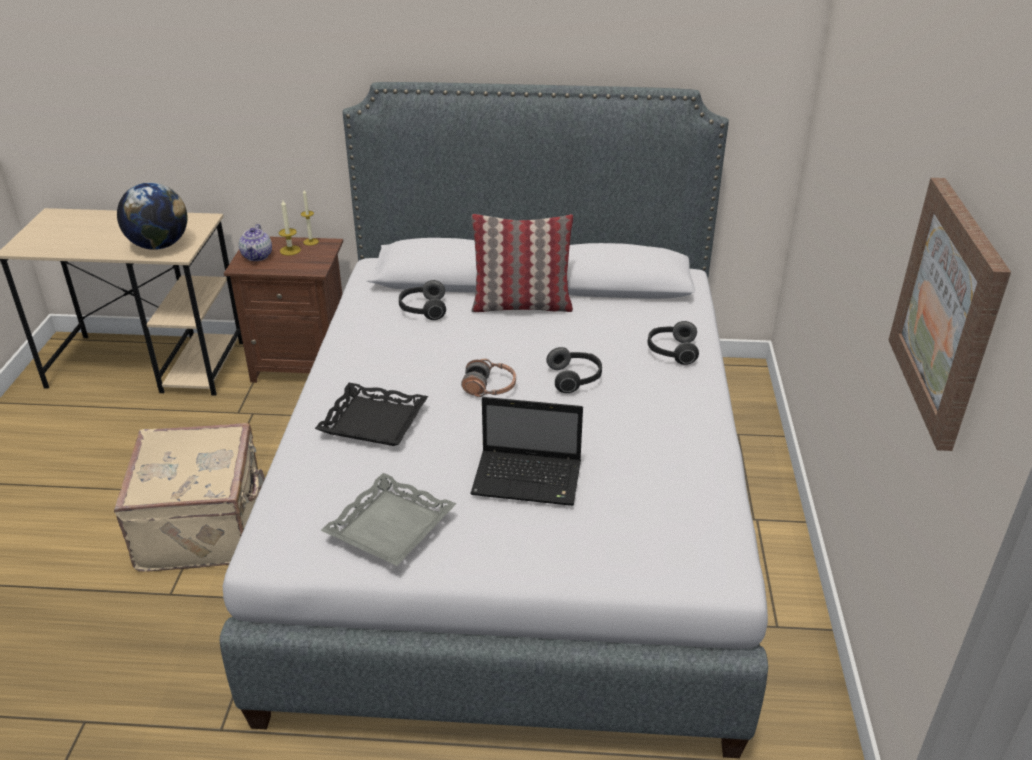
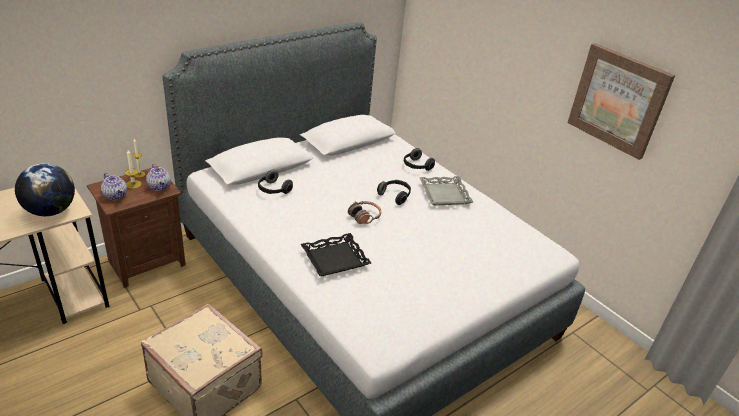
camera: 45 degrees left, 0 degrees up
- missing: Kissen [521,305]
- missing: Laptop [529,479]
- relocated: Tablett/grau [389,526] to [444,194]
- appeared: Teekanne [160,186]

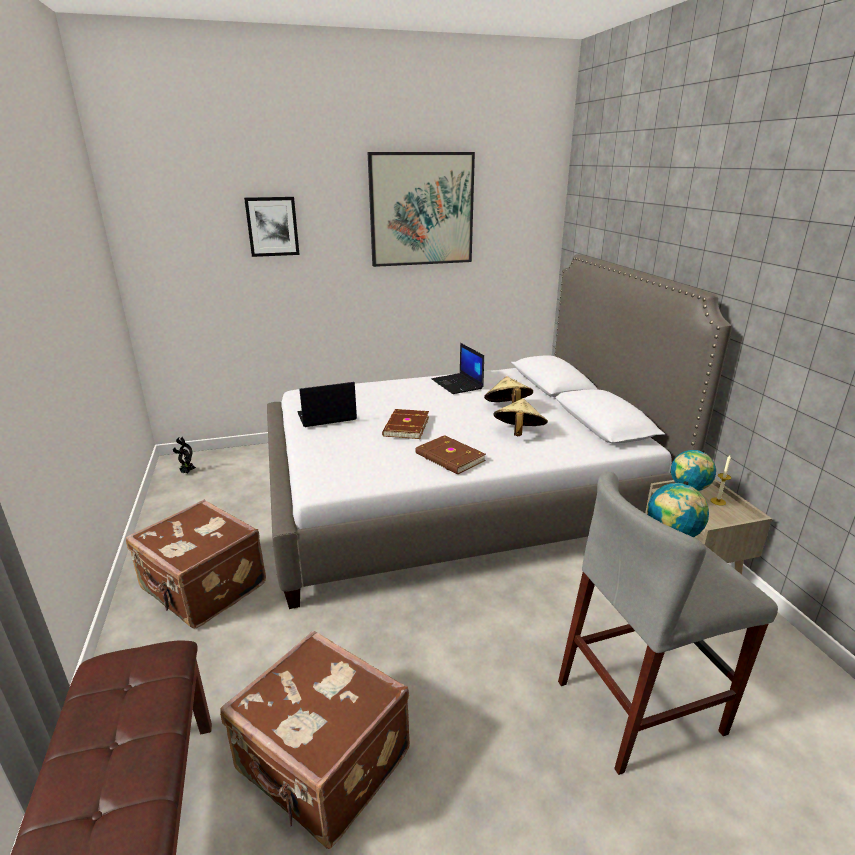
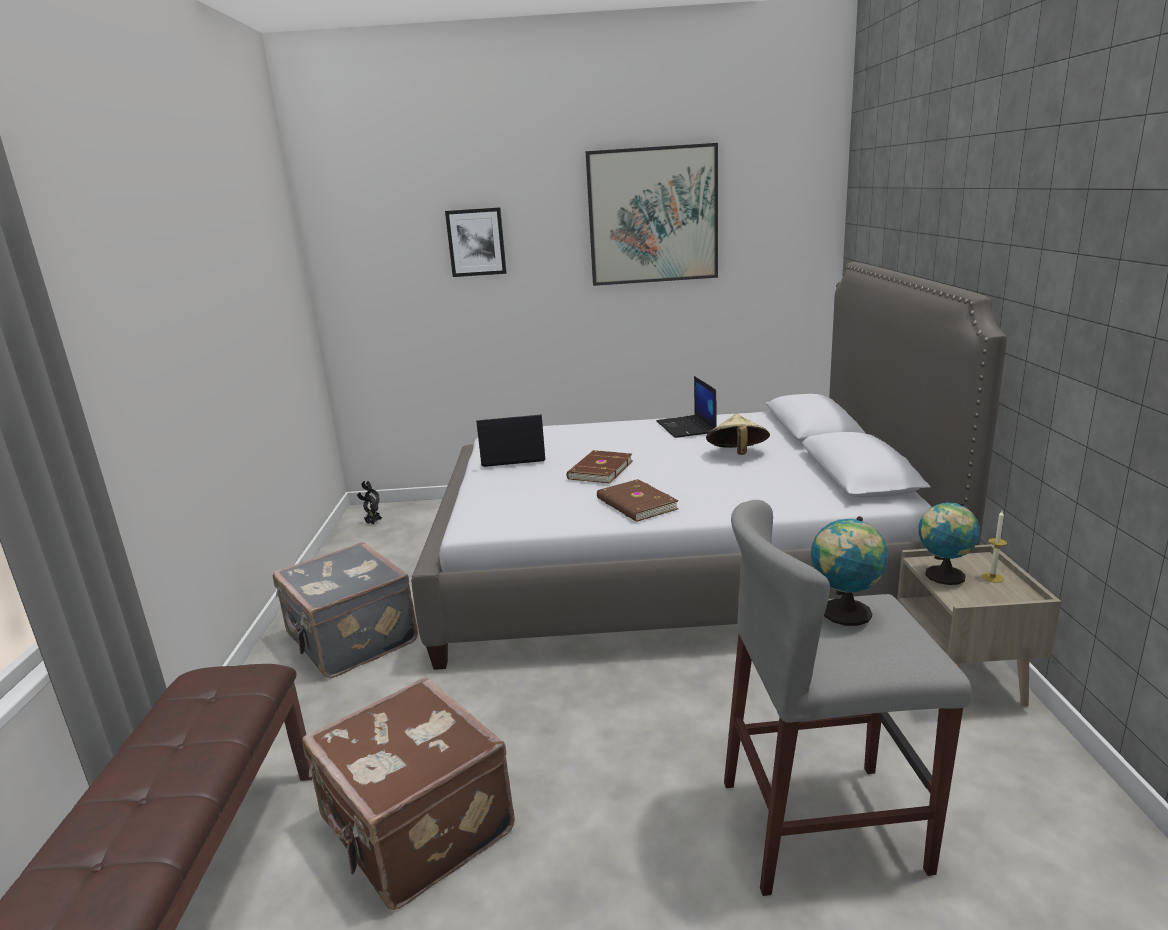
camera: 15 degrees right, 5 degrees down
- missing: Hut/beige [518,433]
- colour: Koffer/braun [203,589] to Koffer/grau [350,640]

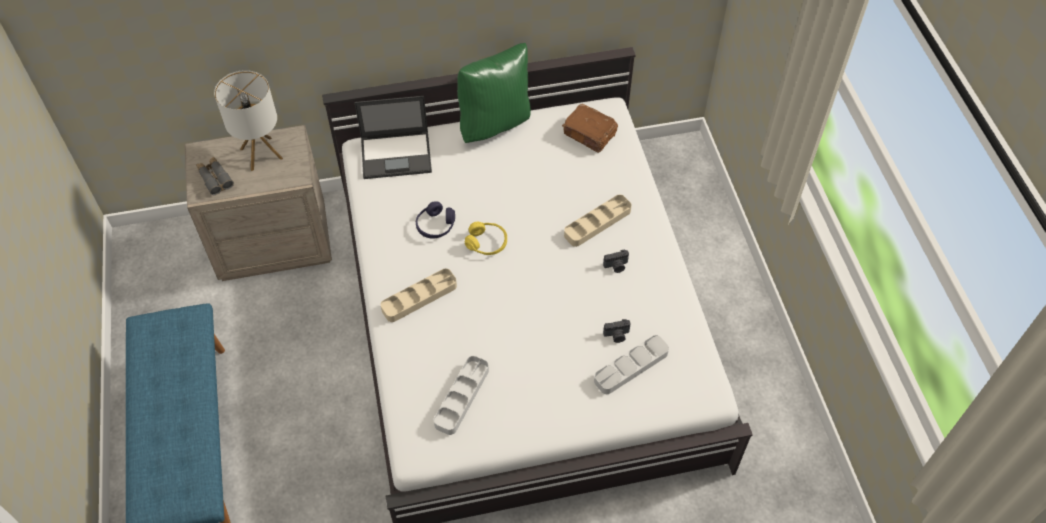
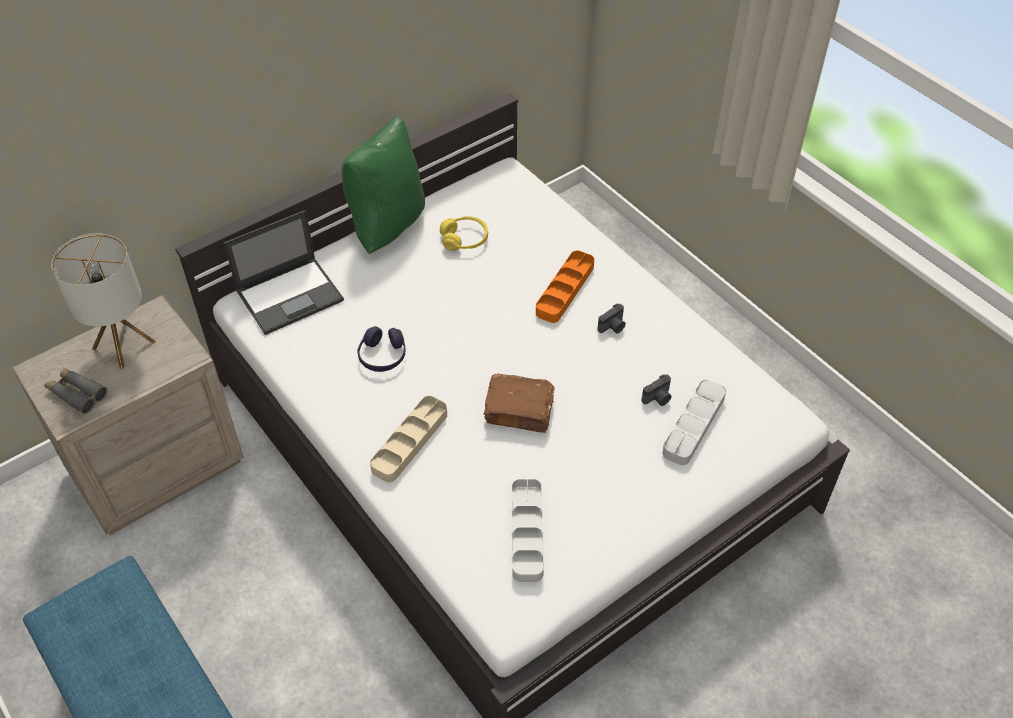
camera: 25 degrees left, 5 degrees down
- relocated: Buch/braun [590,134] to [520,411]
- colour: Tablett/beige [597,223] to Tablett/orange [565,290]
- relocated: Kopfhörer/gelb [486,243] to [464,239]

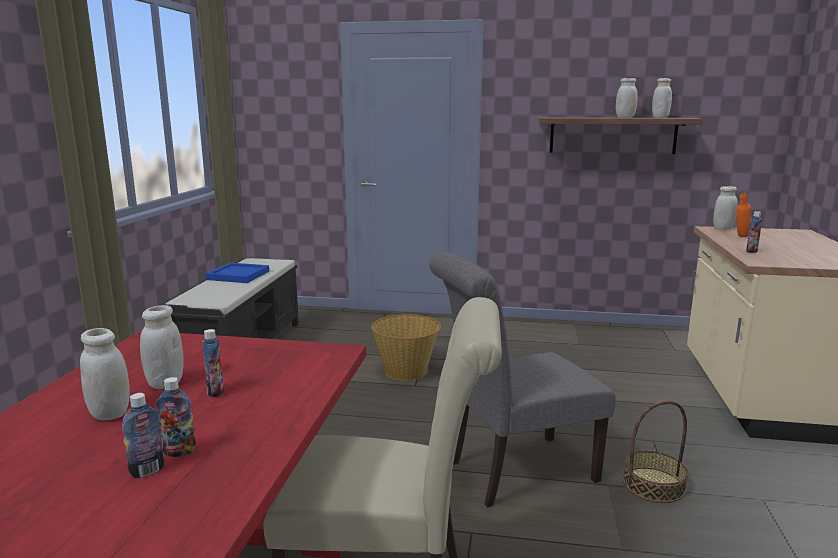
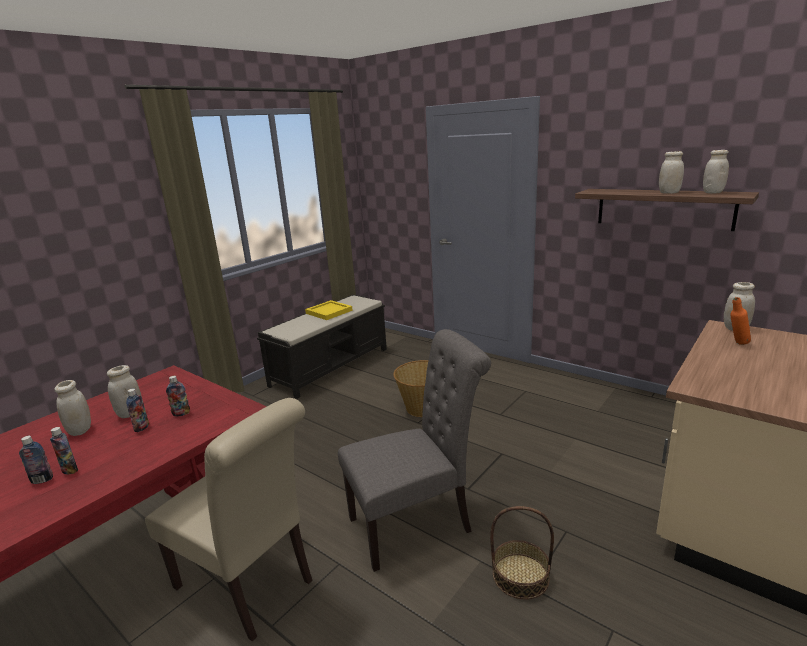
camera: 30 degrees right, 5 degrees up
- relocated: Flasche [751,251] to [181,413]
- spun: Stuhl/grau [513,472] = [417,523] 150 degrees clockwise
- colour: Tablett/blau [238,275] to Tablett/gelb [329,311]

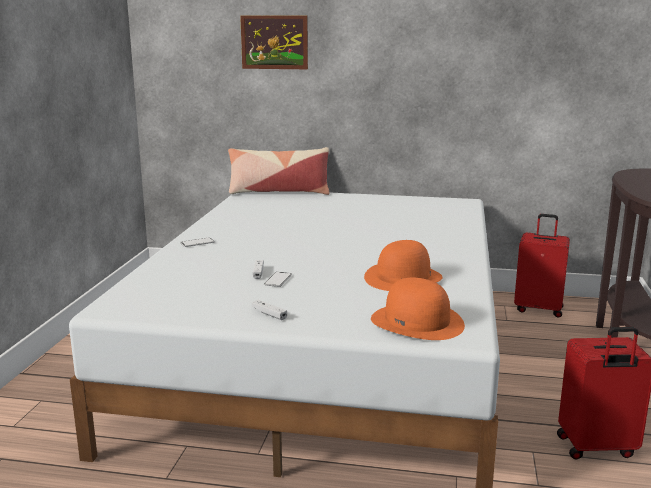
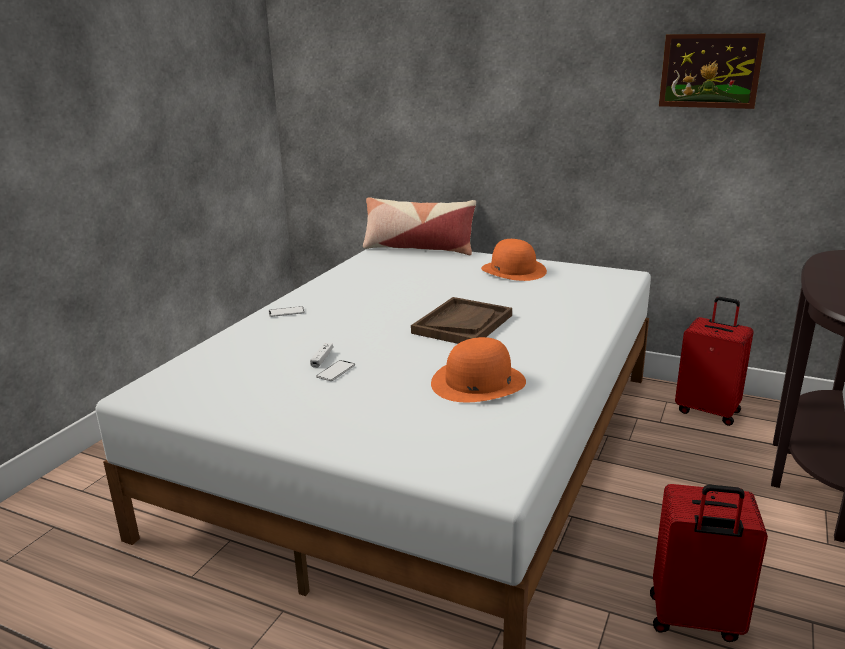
camera: 15 degrees right, 5 degrees up
- relocated: Bild [274,42] to [710,71]
- relocated: Hut/orange [417,322] to [514,270]
- missing: Gamepad/weiß [269,314]
- appeared: Tablett/braun [462,324]

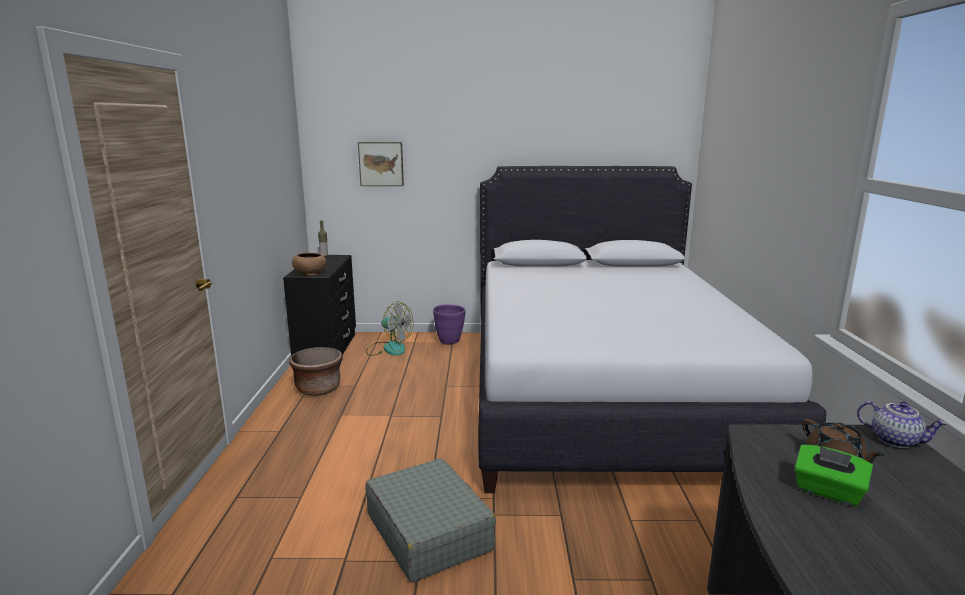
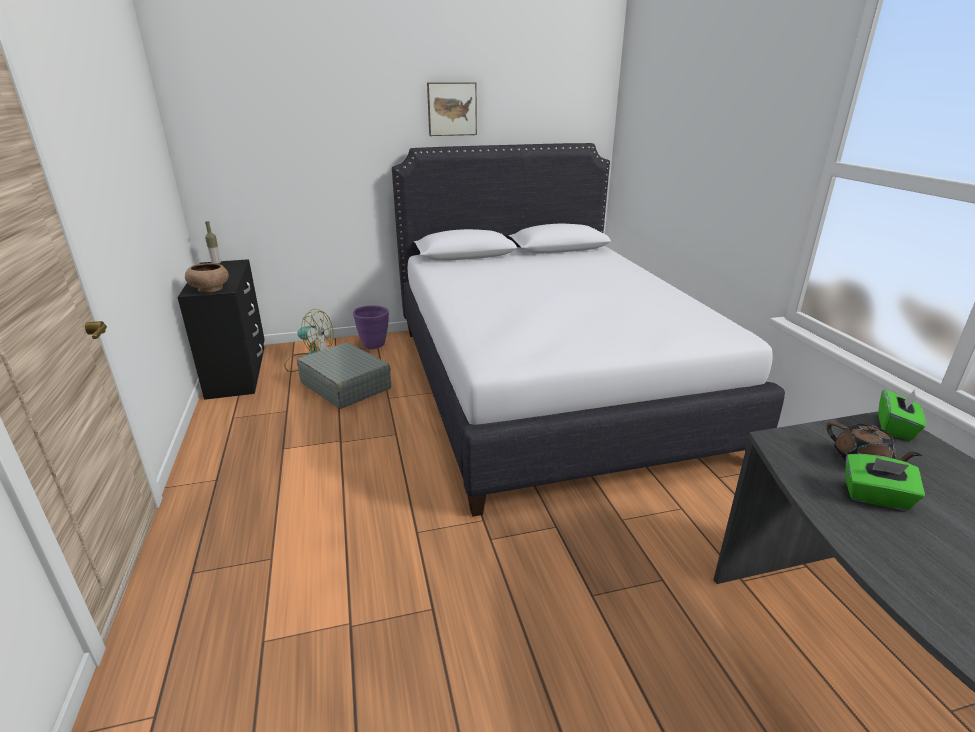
camera: 15 degrees left, 10 degrees up
- relocated: Bild [381,164] to [451,109]
- missing: Pflanzkübel/braun [318,388]
- exchanged: Teekanne [895,440] to Taschentuchbox/grün [895,428]
- relocated: Koffer/grau [428,532] to [345,385]

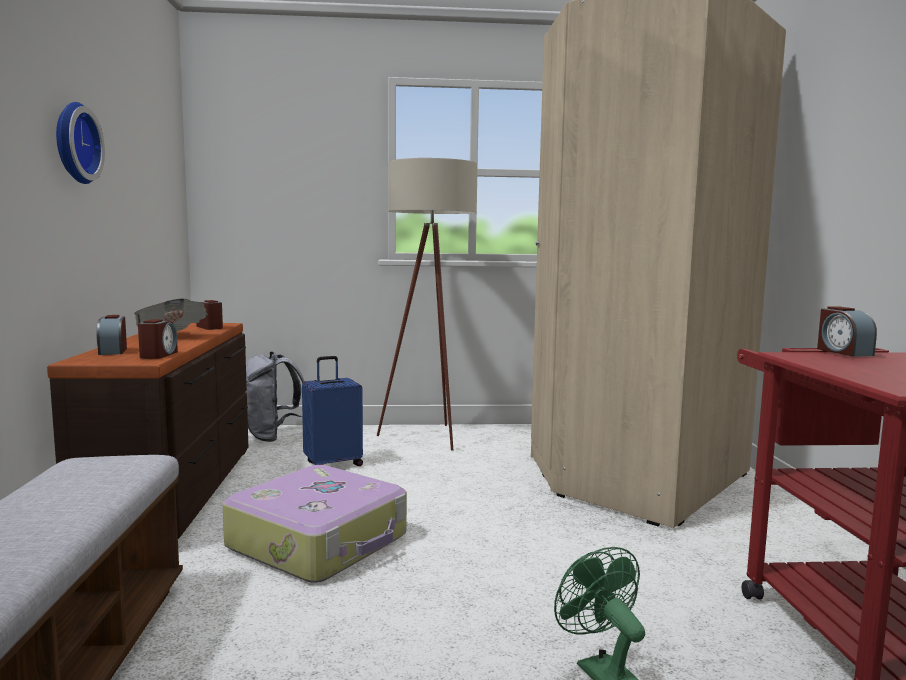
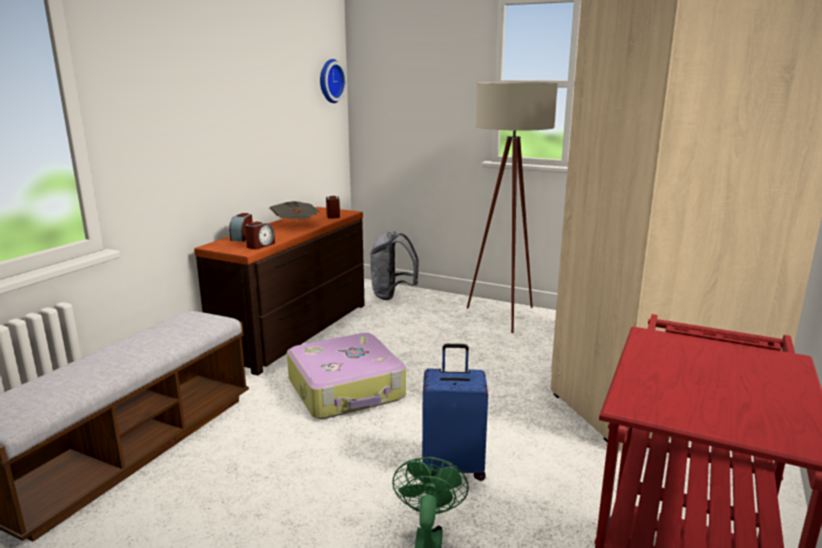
camera: 30 degrees right, 10 degrees up
- relocated: Wanduhr [73,143] to [329,81]
- missing: Wecker [843,352]
- relocated: Koffer/blau [333,464] to [453,467]

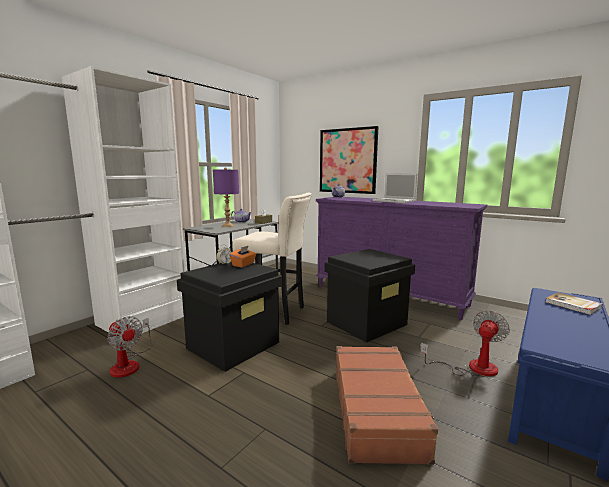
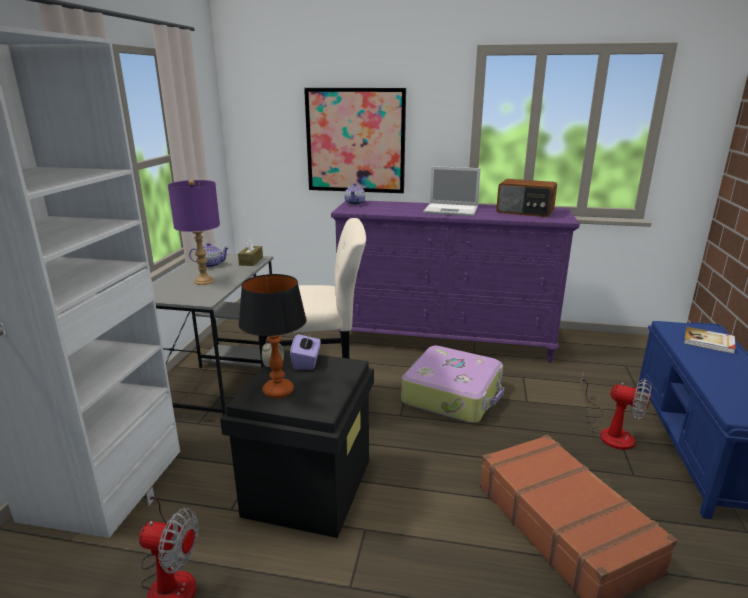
camera: 25 degrees left, 10 degrees up
- colour: Taschentuchbox/orange [243,264] to Taschentuchbox/lila [306,362]
- exchanged: Aufbewahrungsbox/schwarz [366,323] to Koffer [453,394]
- spun: Ventilator [472,368] = [610,432] 105 degrees clockwise
- appeared: Radio [525,212]
- appeared: Tischlampe [278,391]

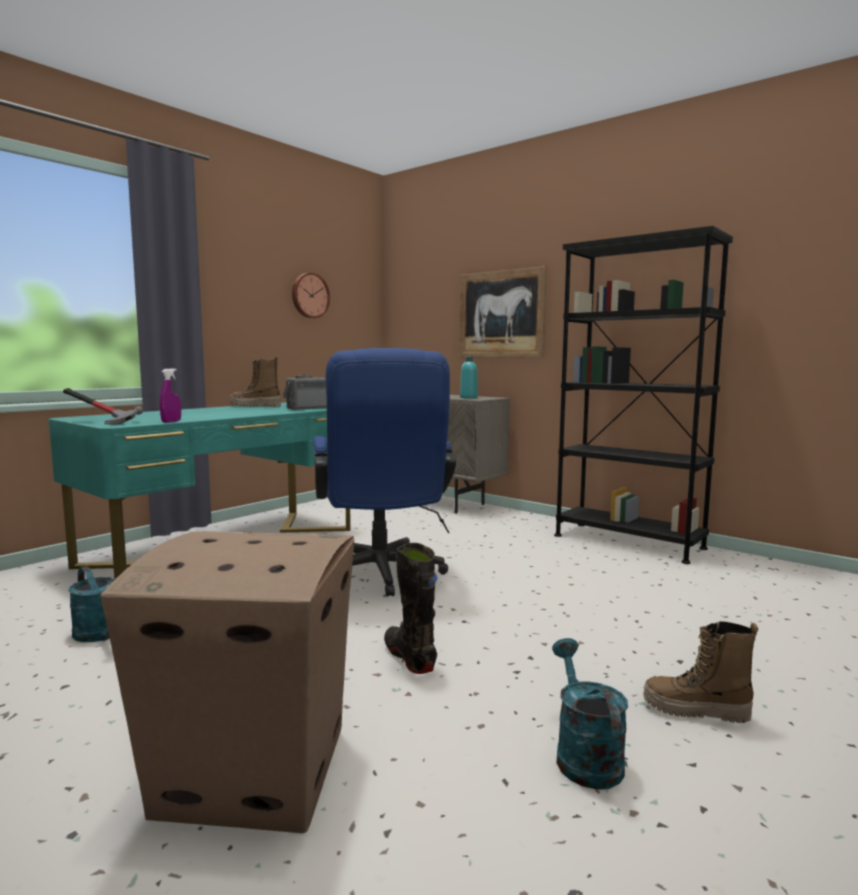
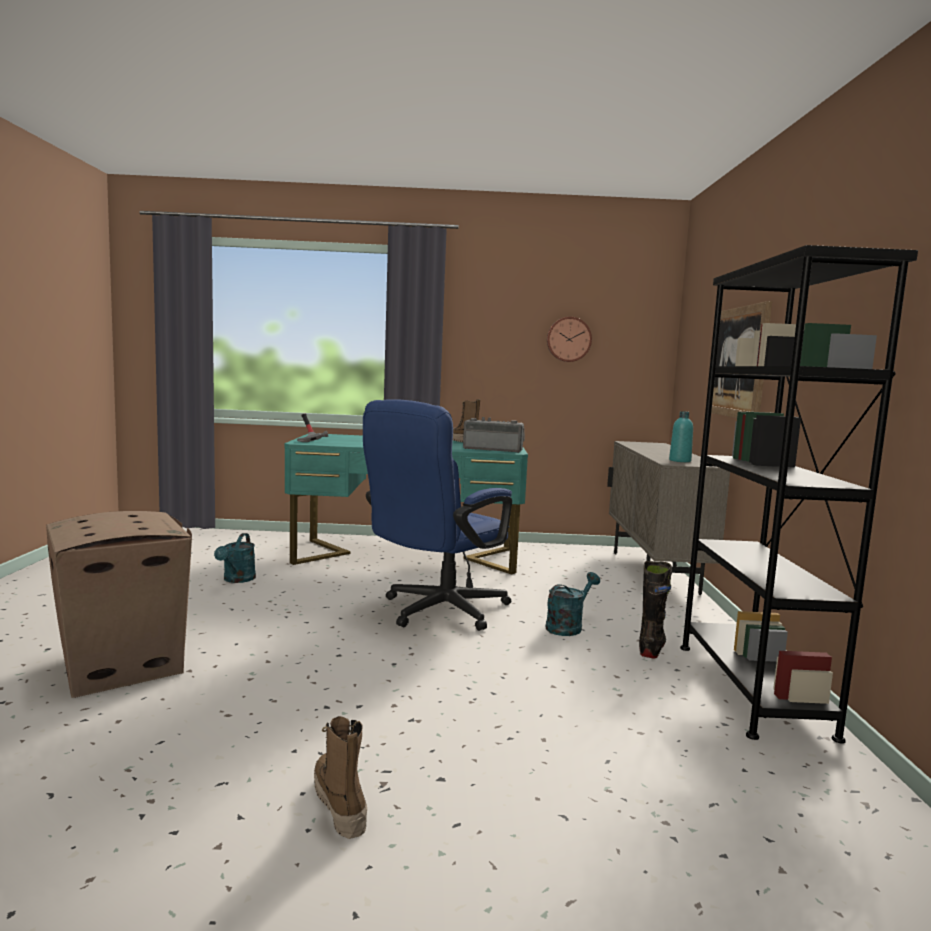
camera: 50 degrees right, 0 degrees up
- missing: Sprühflasche/lila [171,421]
- relocated: Stiefel/schwarz [409,657] to [651,648]
- relocated: Gießkanne/türkis [584,755] to [568,626]

